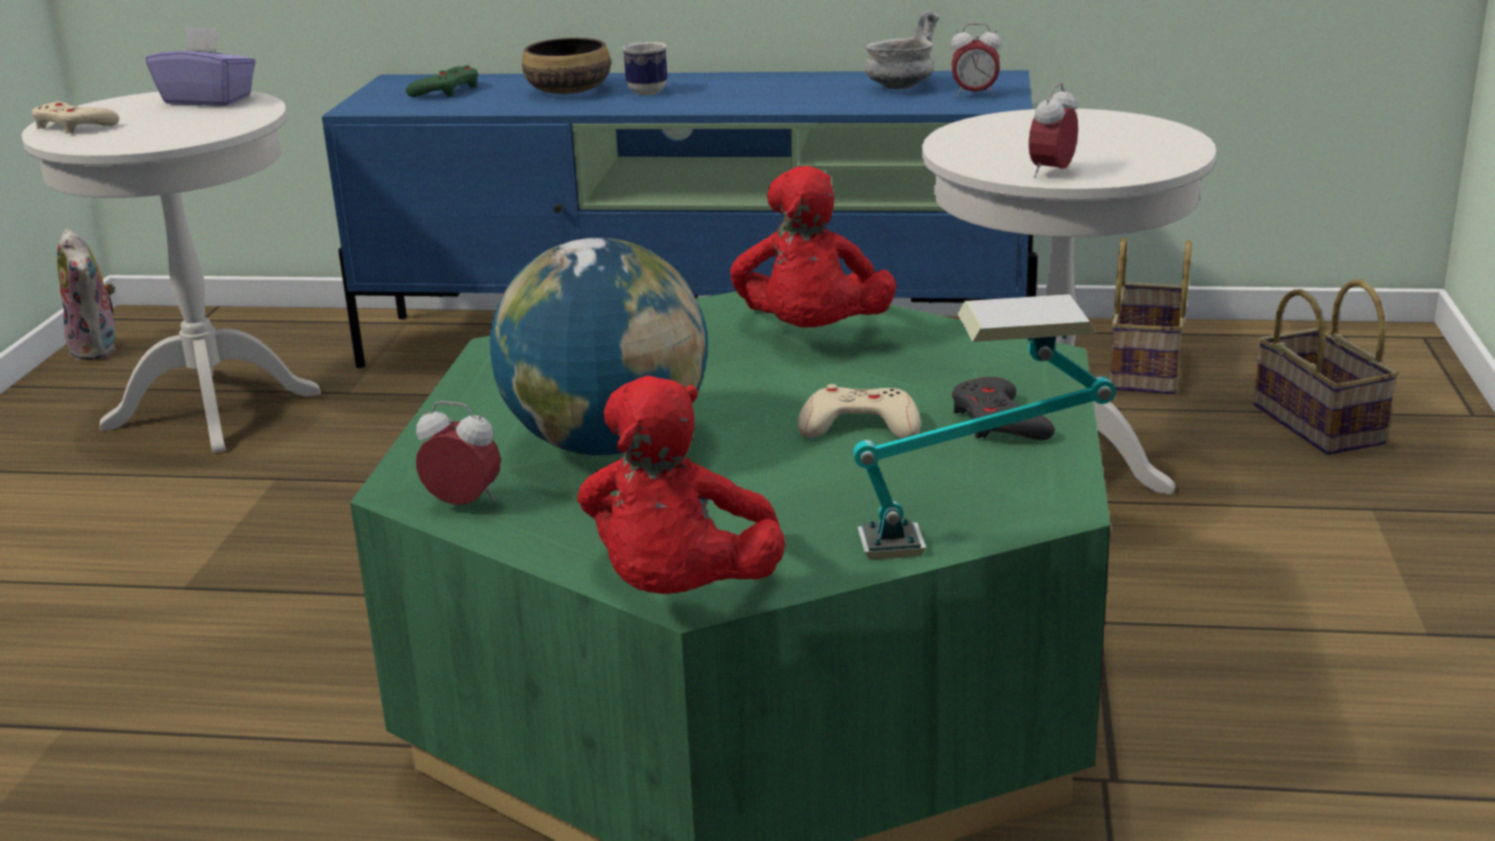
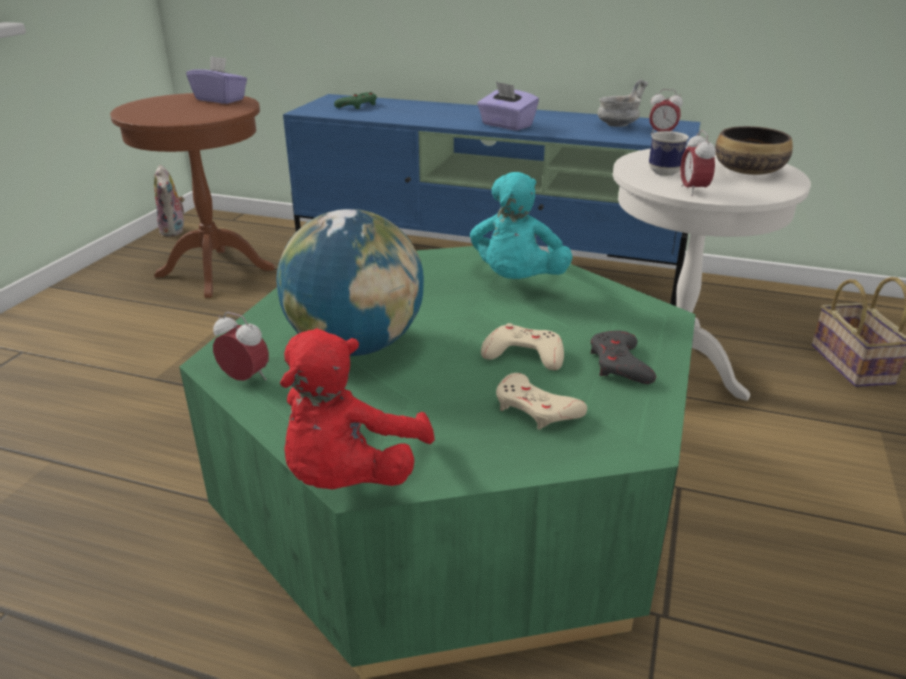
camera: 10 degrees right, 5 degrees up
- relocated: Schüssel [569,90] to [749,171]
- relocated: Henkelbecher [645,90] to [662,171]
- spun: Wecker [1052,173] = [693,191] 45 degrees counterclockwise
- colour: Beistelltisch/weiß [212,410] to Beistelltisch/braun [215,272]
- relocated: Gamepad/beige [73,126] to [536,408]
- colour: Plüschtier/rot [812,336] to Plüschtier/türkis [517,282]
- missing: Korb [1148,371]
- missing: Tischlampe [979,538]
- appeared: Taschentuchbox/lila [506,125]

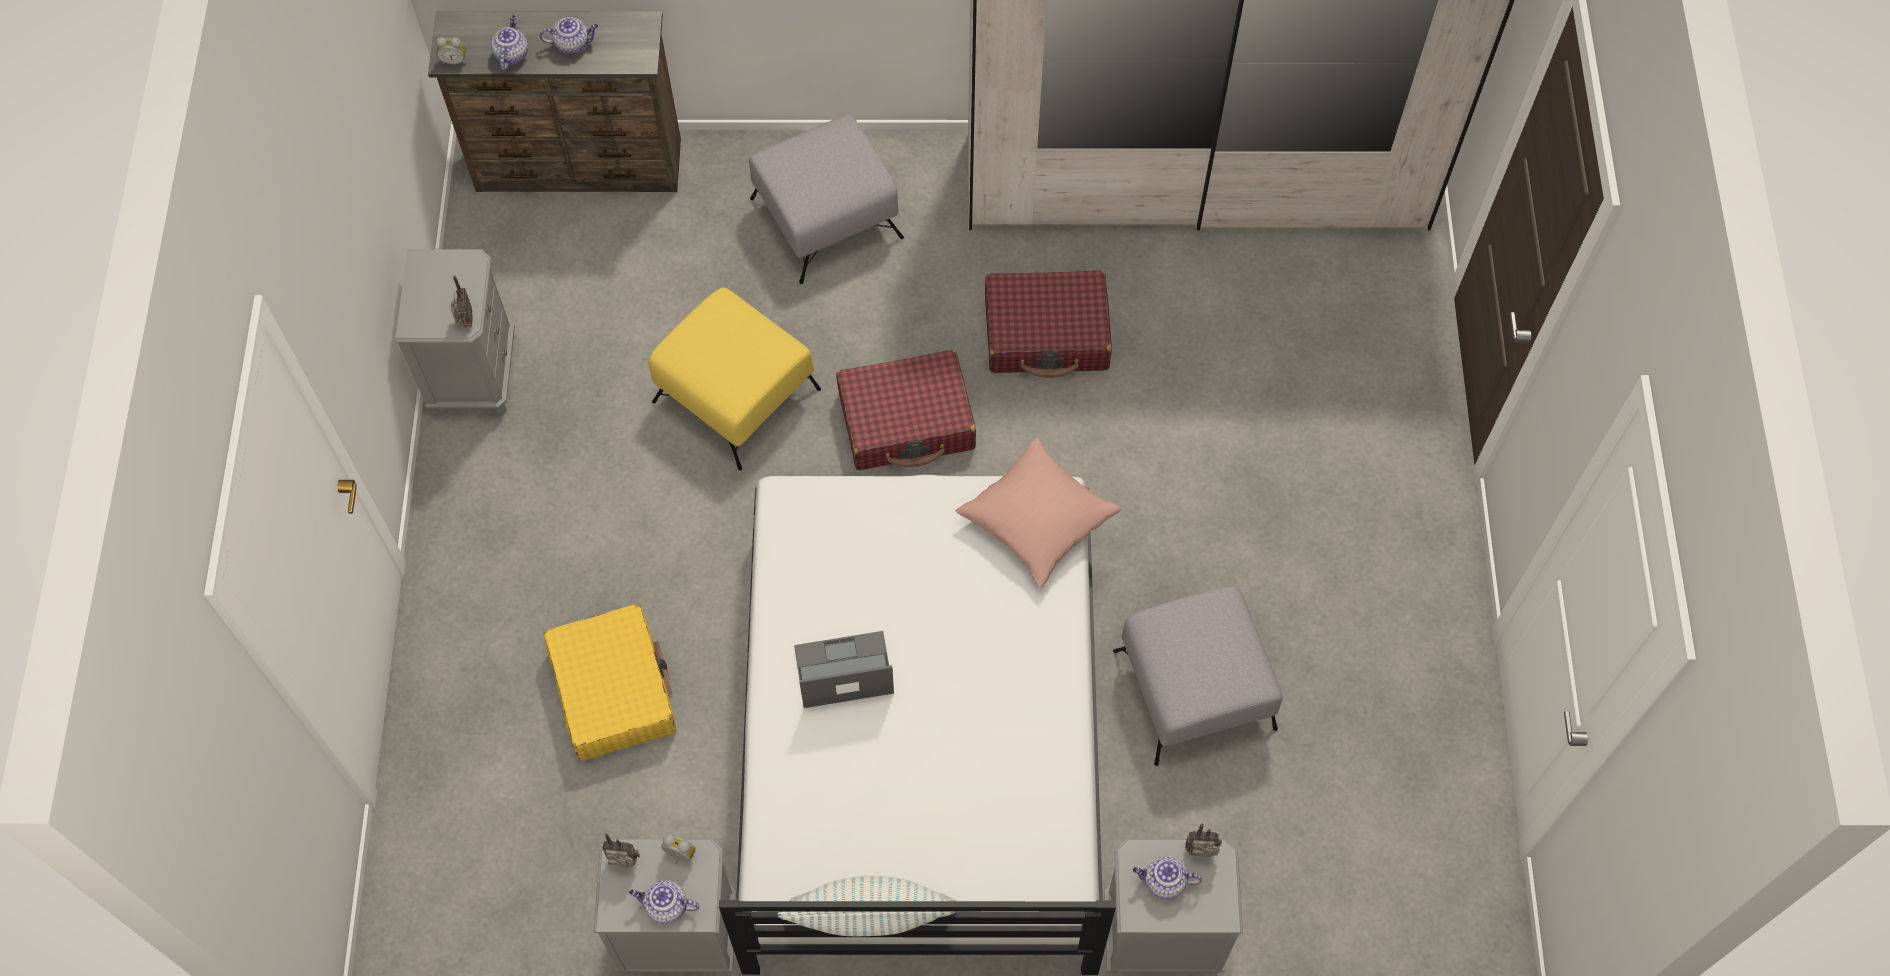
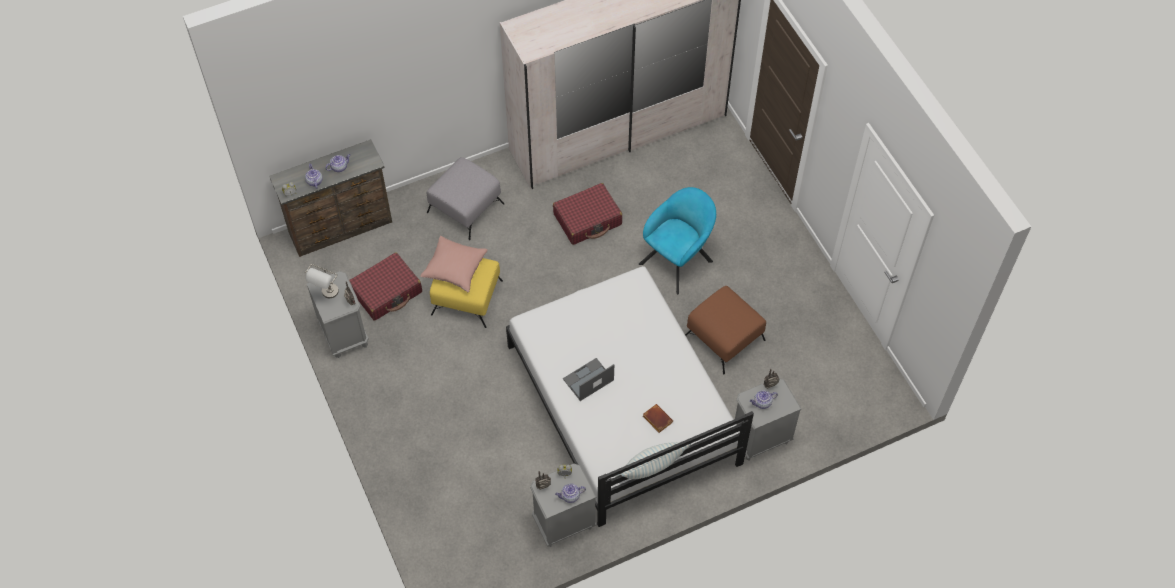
camera: 25 degrees left, 5 degrees down
- relocated: Koffer/rot [907,421] to [387,292]
- relocated: Kissen/rosa [1037,520] to [454,268]
- colour: Polsterhocker/grau [1194,690] to Polsterhocker/braun [724,338]
- missing: Koffer/gelb [614,690]
- appeared: Sessel/türkis [678,260]
- appeared: Tischlampe/grau [327,296]
- appeared: Buch/braun [656,419]

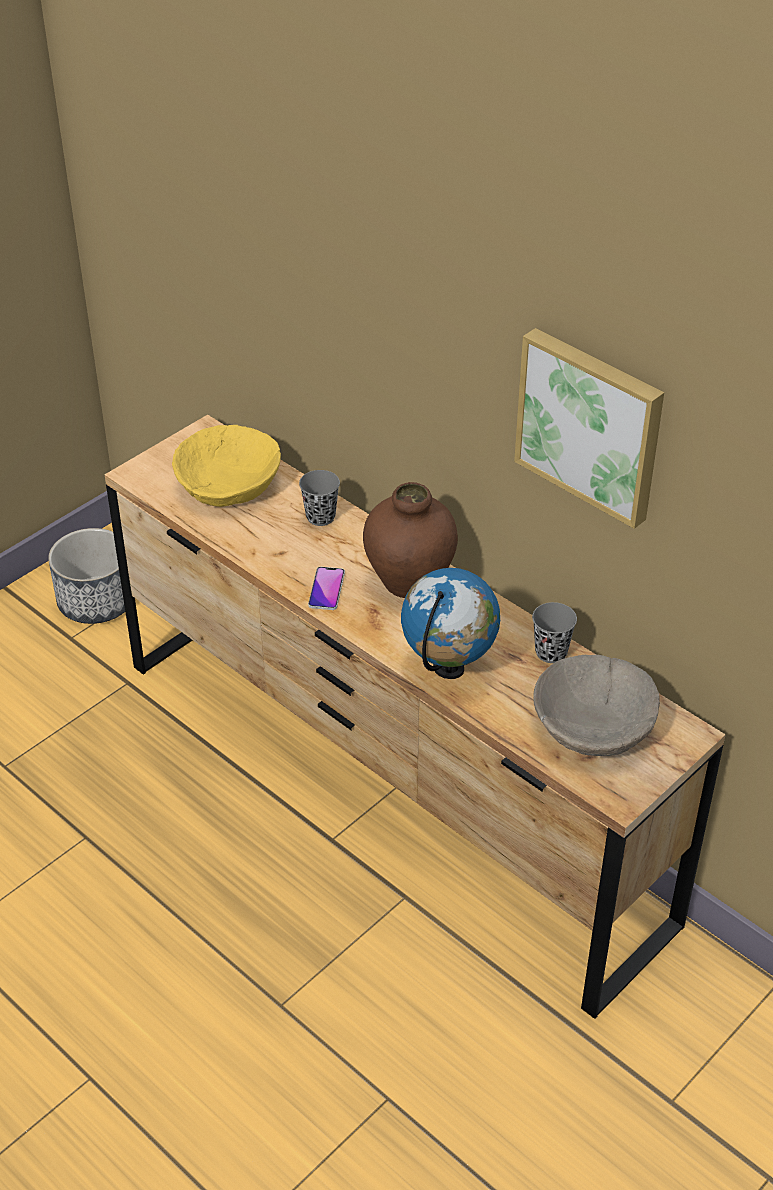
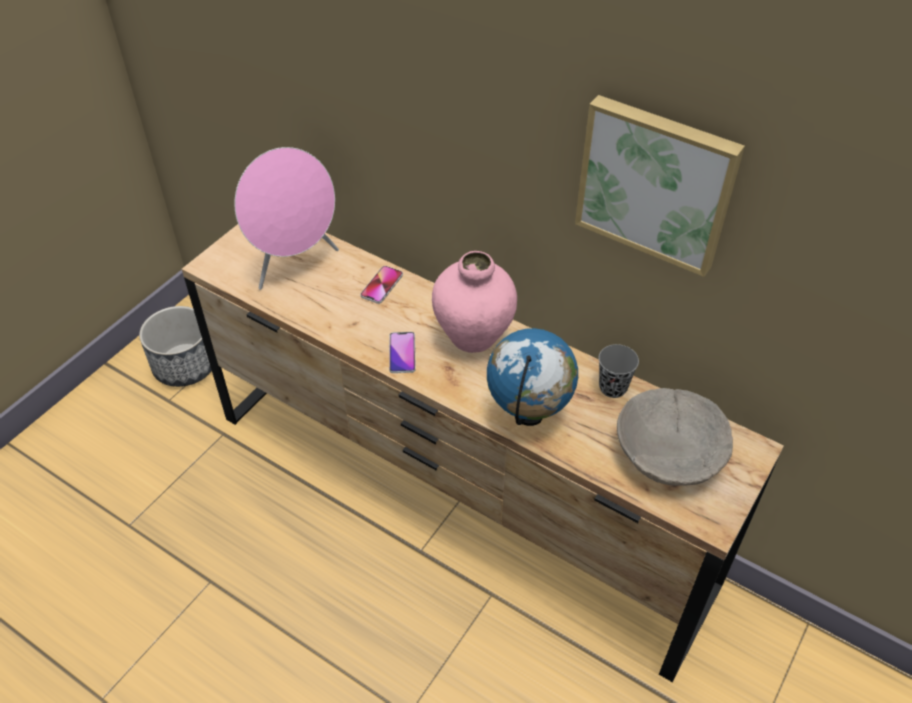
camera: 10 degrees left, 5 degrees up
- exchanged: Schüssel/gelb [229,483] to Lautsprecher/rosa [294,264]
- exchanged: Tasse/grau [320,517] to Handy [382,285]
- colour: Vase/braun [409,582] to Vase/rosa [473,337]

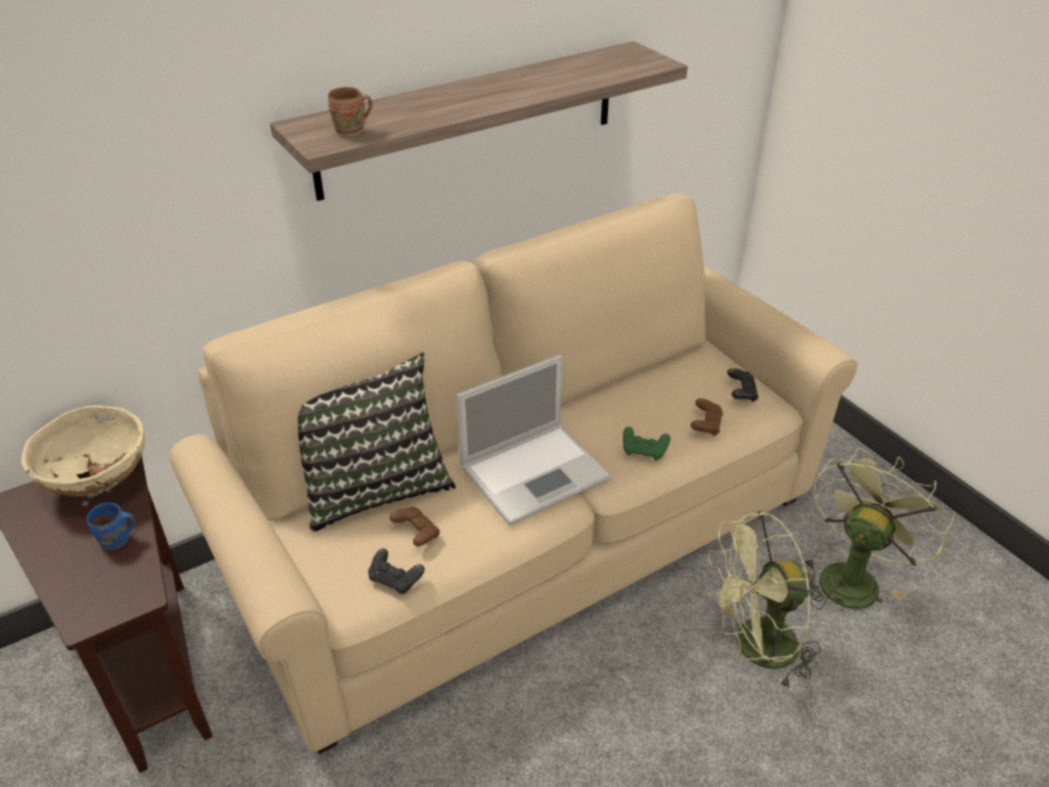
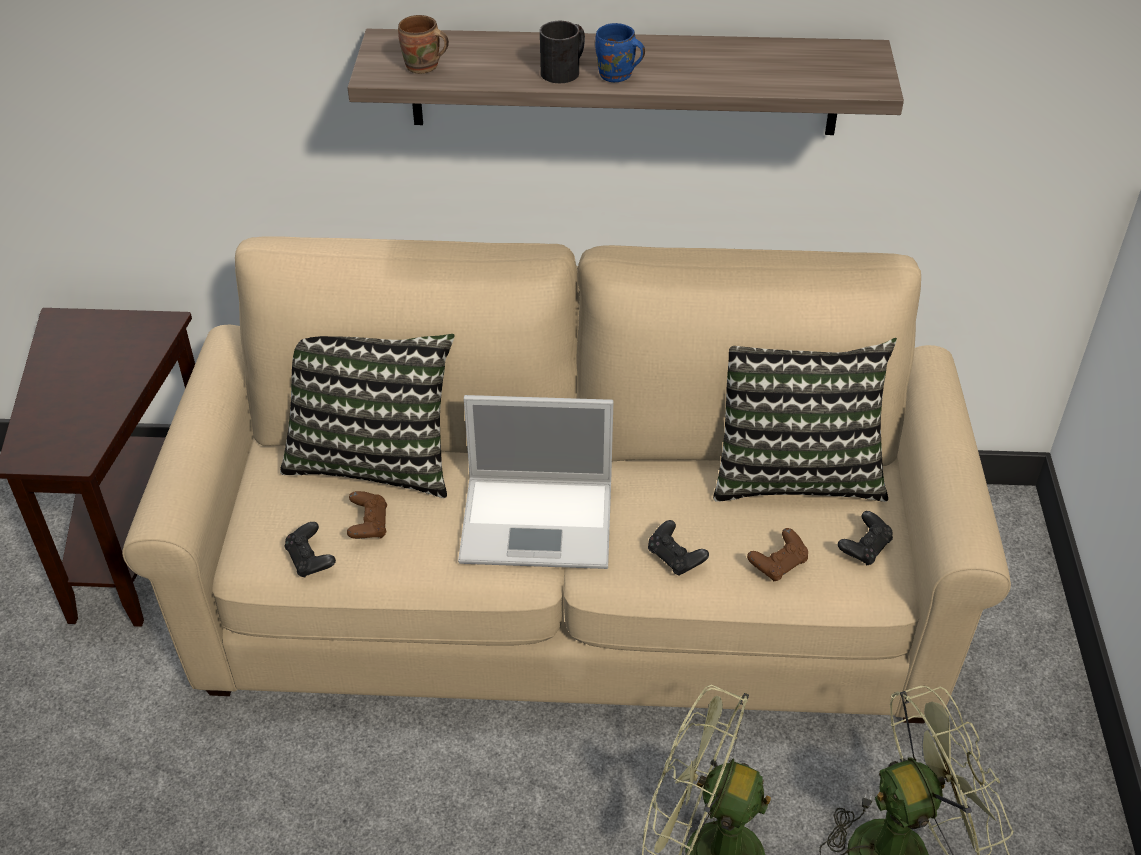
camera: 35 degrees right, 5 degrees up
- missing: Schüssel/beige [98,481]
- colour: Gamepad/grün [644,451] to Gamepad/schwarz [675,558]
- relocated: Henkelbecher/blau [117,541] to [616,76]
- appeared: Henkelbecher/schwarz [565,70]
- appeared: Kissen [795,471]

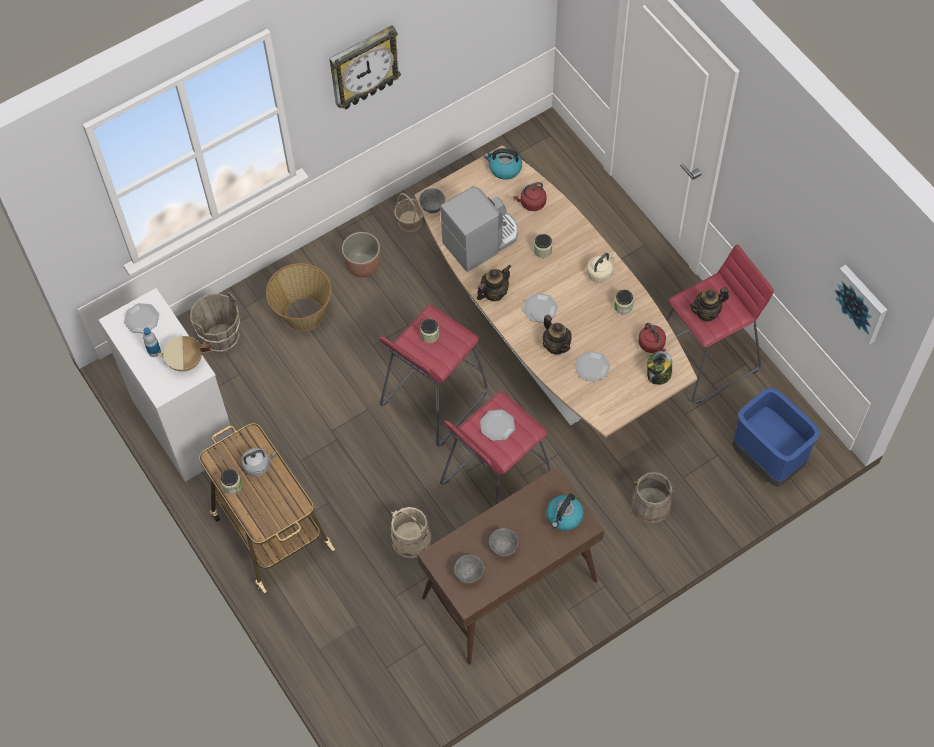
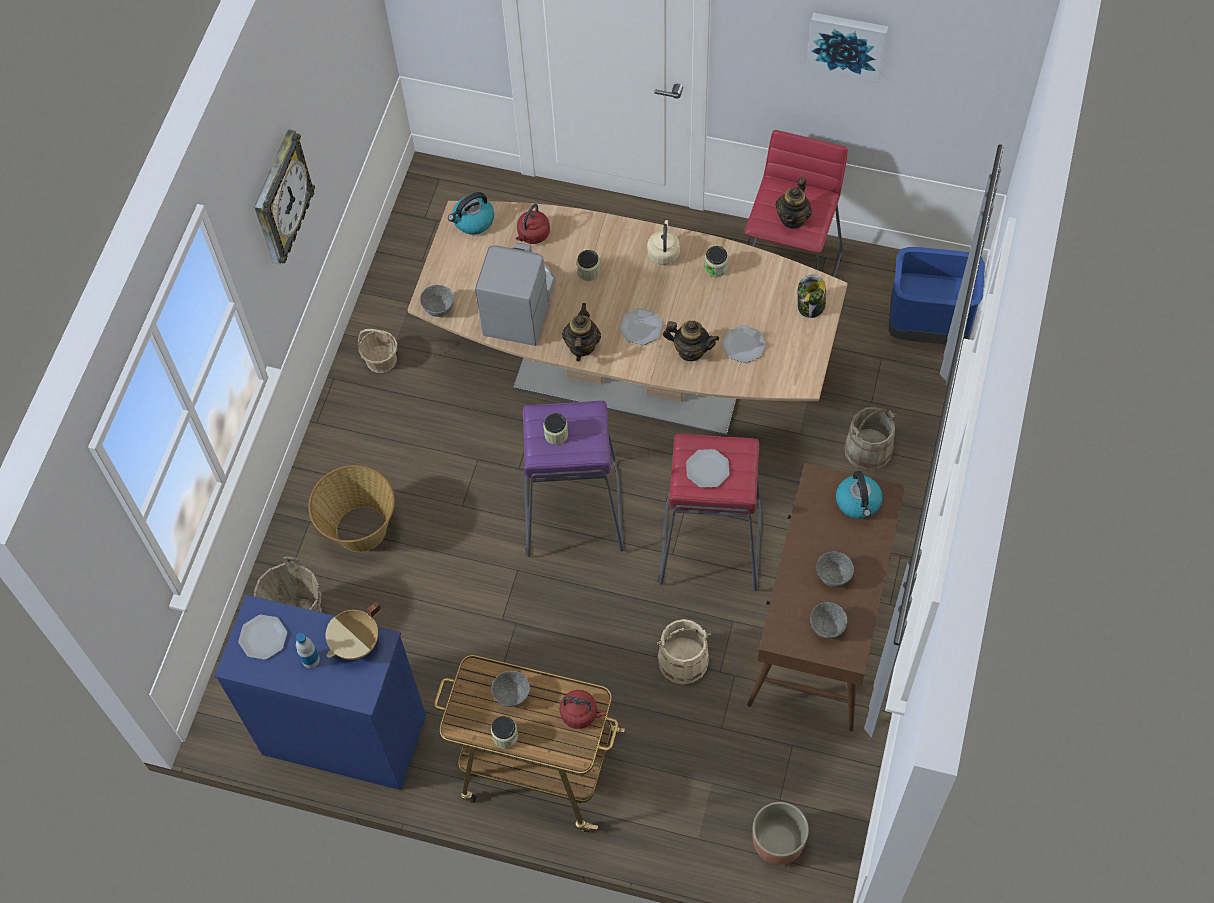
camera: 40 degrees left, 0 degrees up
- relocated: Pflanzkübel [363,265] to [778,843]
- relocated: Bild [860,303] to [847,44]
- colour: Kommode/weiß [184,424] to Kommode/blau [342,734]
- colour: Hocker/rot [433,399] to Hocker/lila [572,510]
- relocated: Wasserkessel/rot [652,345] to [581,714]
- exchanged: Wasserkessel/grau [258,465] to Schüssel/grau [511,695]

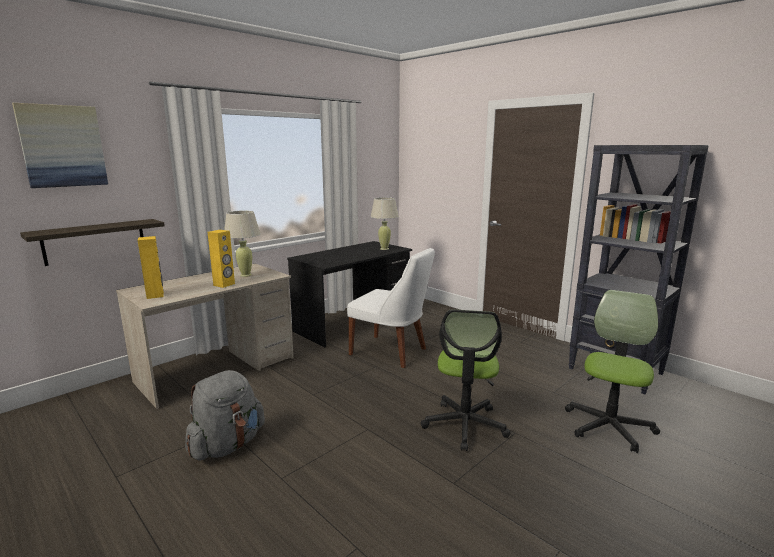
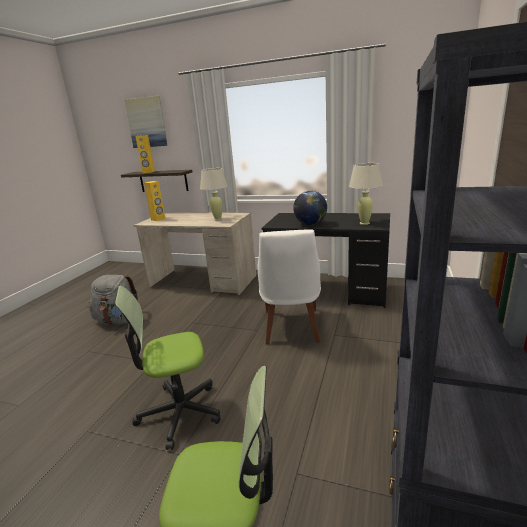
camera: 65 degrees right, 5 degrees up
- relocated: Lautsprecher/gelb [224,284] to [148,172]
- appeared: Globus [310,224]

